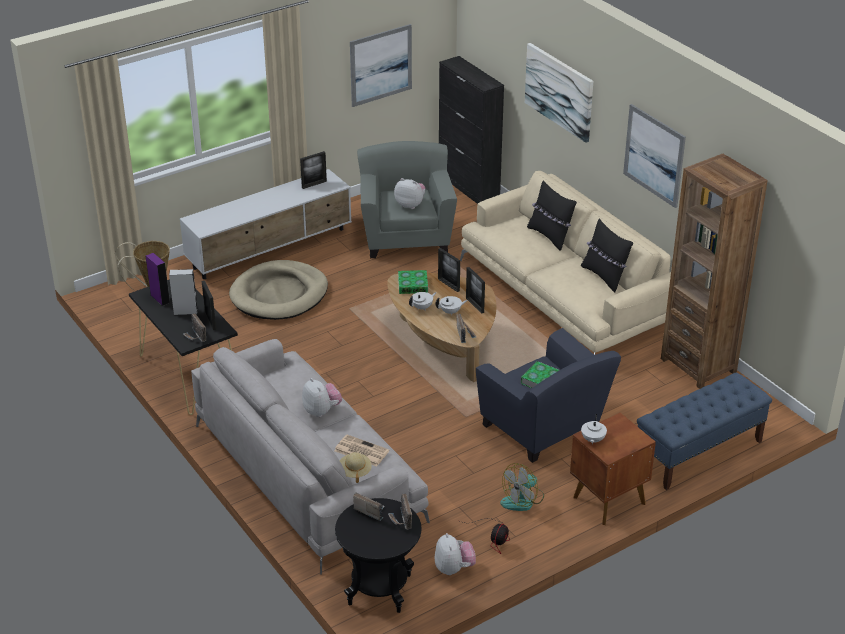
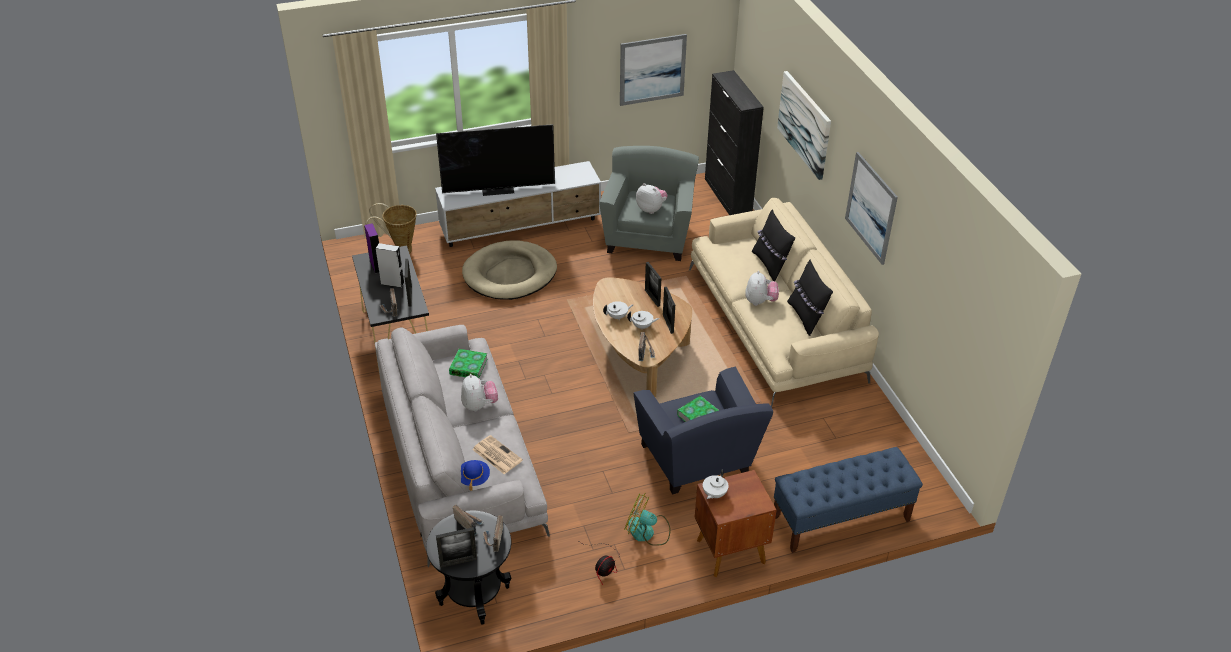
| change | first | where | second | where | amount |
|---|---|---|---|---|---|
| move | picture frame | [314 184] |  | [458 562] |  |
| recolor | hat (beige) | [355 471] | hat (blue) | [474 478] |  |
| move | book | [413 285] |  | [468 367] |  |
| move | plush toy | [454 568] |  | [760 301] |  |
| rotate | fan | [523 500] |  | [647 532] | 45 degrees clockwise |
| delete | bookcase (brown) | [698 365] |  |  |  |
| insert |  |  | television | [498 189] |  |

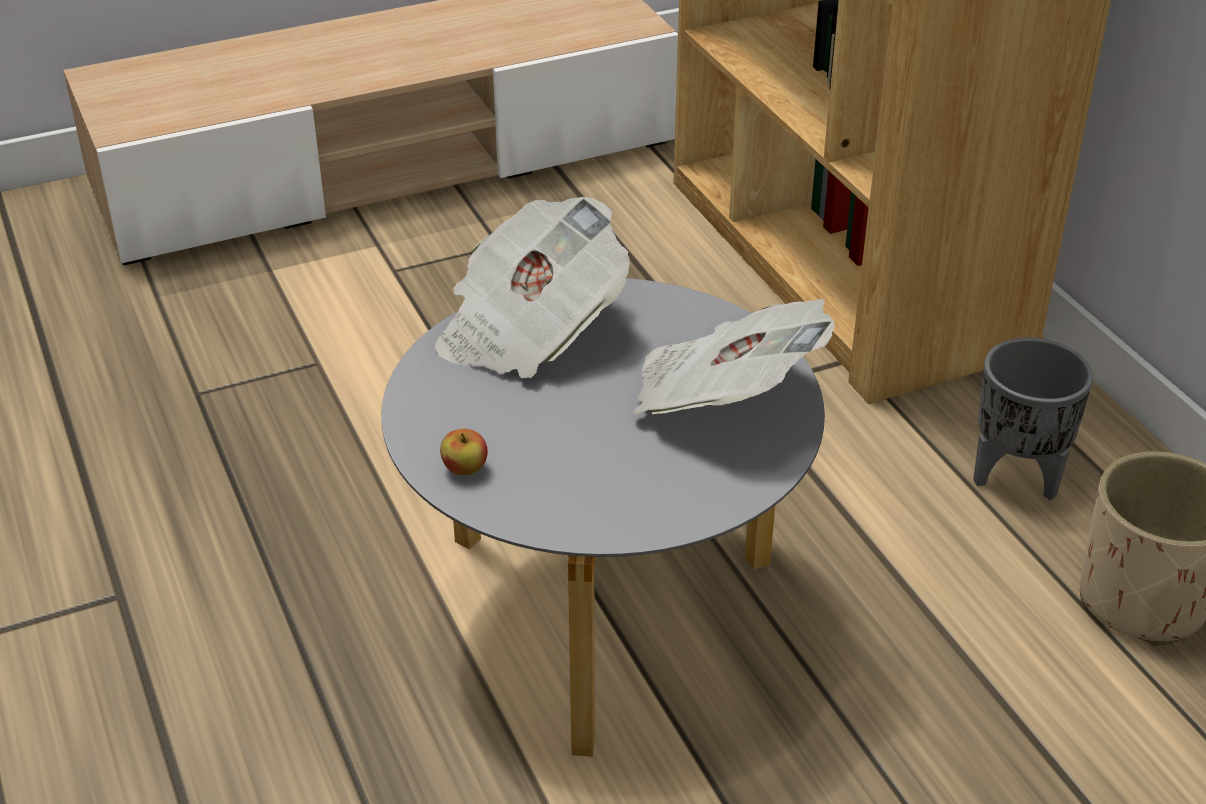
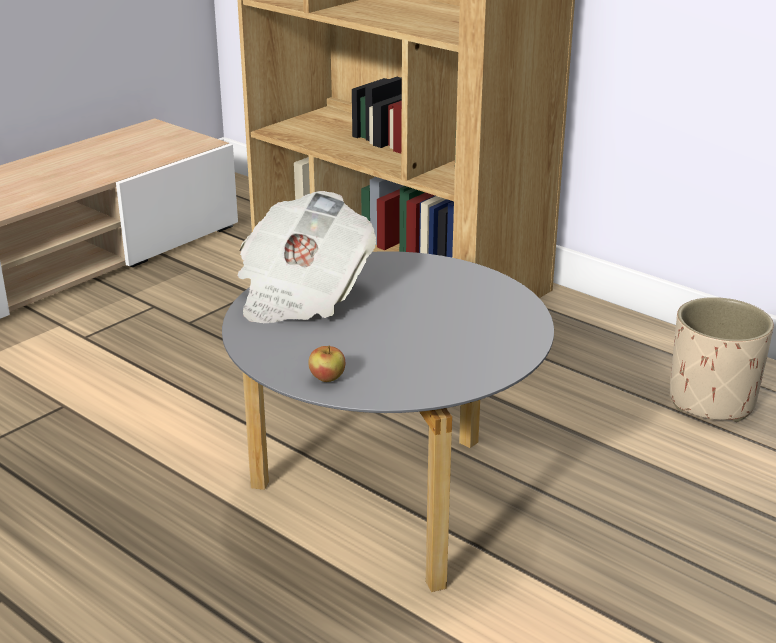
| change | first | where | second | where | amount |
|---|---|---|---|---|---|
| delete | newspaper | [723 399] |  |  |  |
| delete | planter (grey) | [1017 477] |  |  |  |

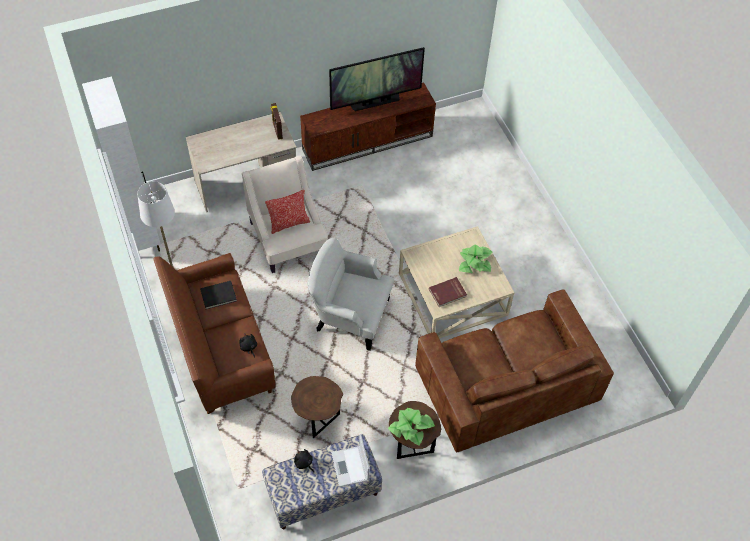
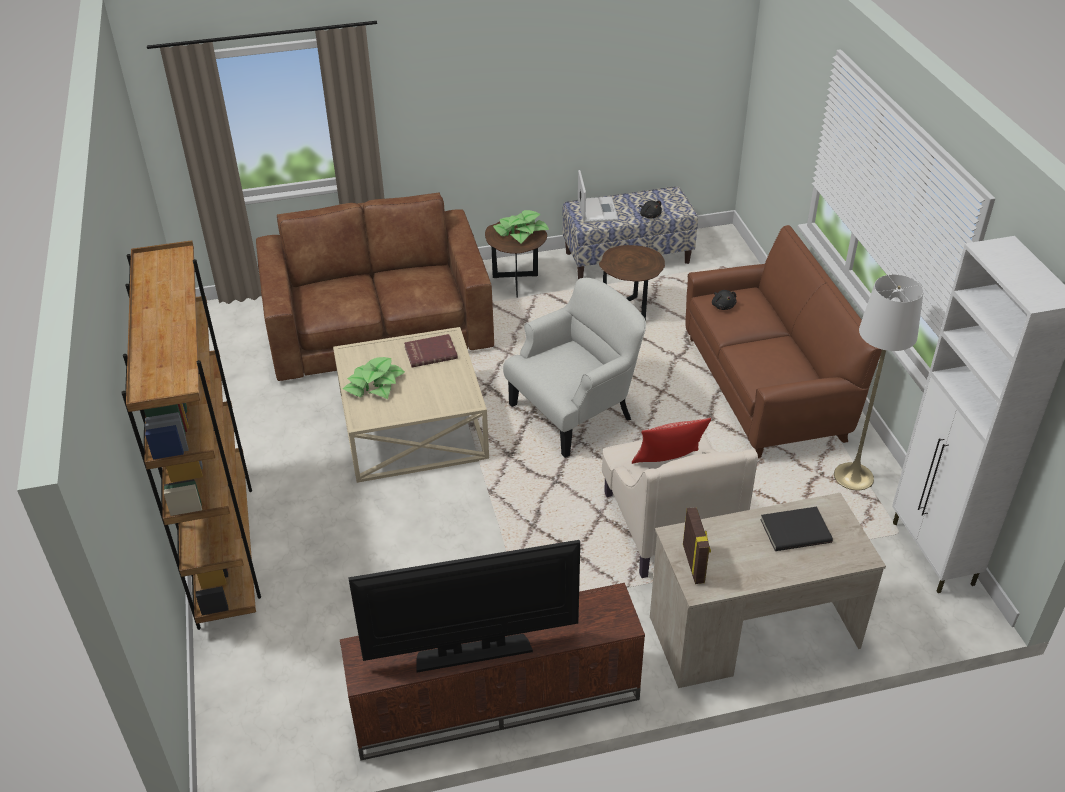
| change | first | where | second | where | amount |
|---|---|---|---|---|---|
| move | book (black) | [218 296] |  | [795 530] |  |
| rotate | armchair (white) | [350 315] |  | [575 412] | 60 degrees counterclockwise |
| insert |  |  | bookcase (brown) | [225 546] |  |

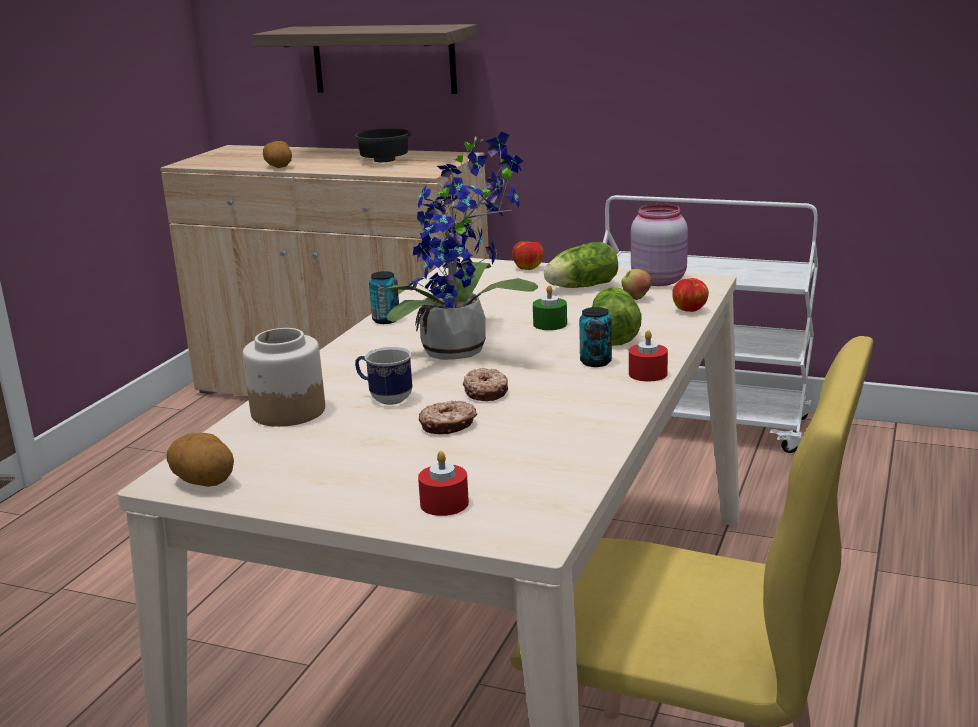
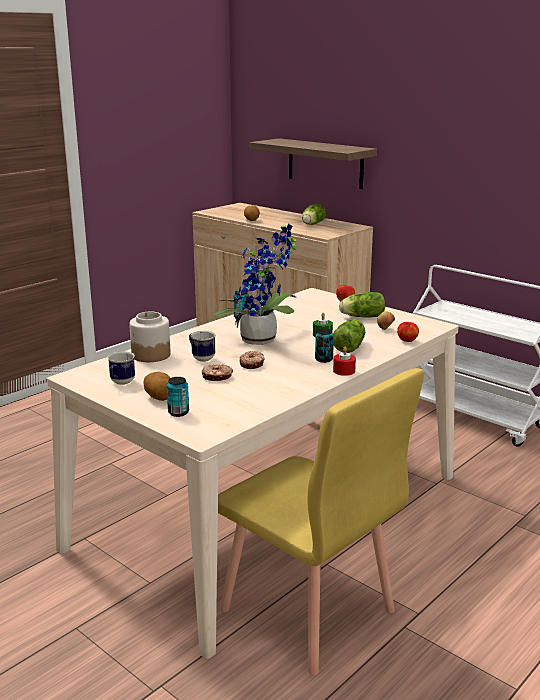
| change | first | where | second | where | amount |
|---|---|---|---|---|---|
| move | potato | [204 482] |  | [159 398] |  |
| replace | bowl (black) | [385 161] | lettuce | [312 224] |  |
| replace | candle (red) | [444 503] | can | [178 412] |  |
| delete | jar (pink) | [658 280] |  |  |  |
| insert |  |  | mug | [121 383] |  |

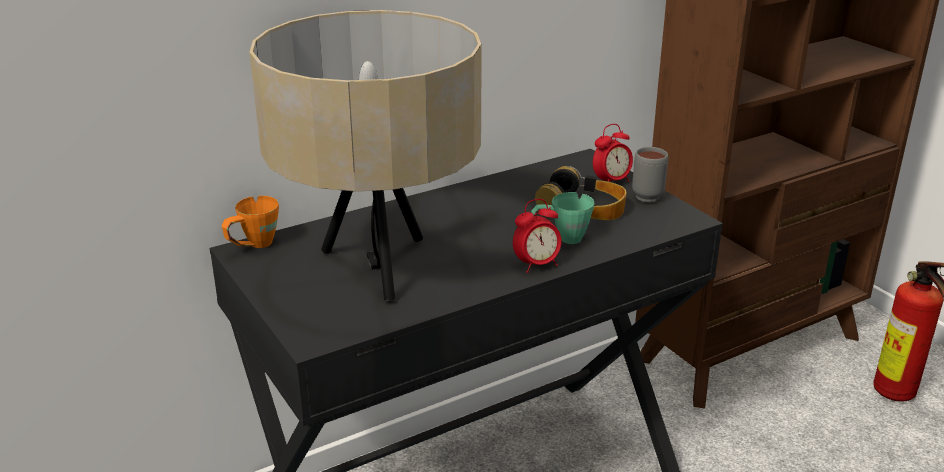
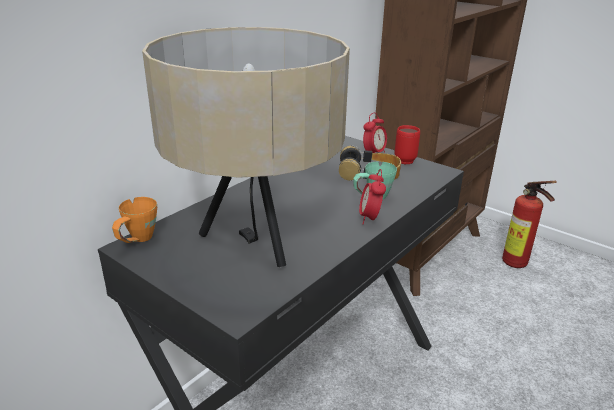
| change | first | where | second | where | amount |
|---|---|---|---|---|---|
| rotate | alarm clock | [537 265] |  | [370 218] | 135 degrees clockwise |
| recolor | mug (grey) | [649 195] | mug (red) | [404 159] |  |

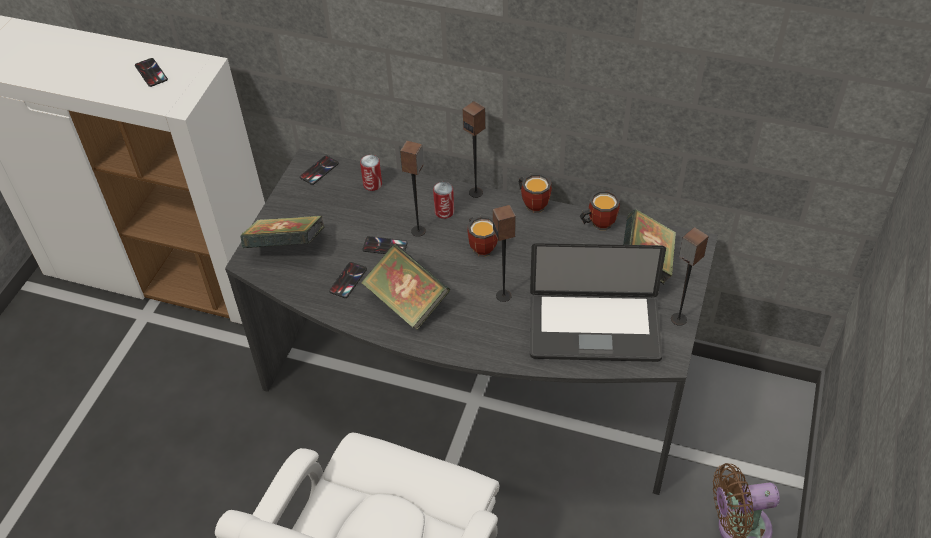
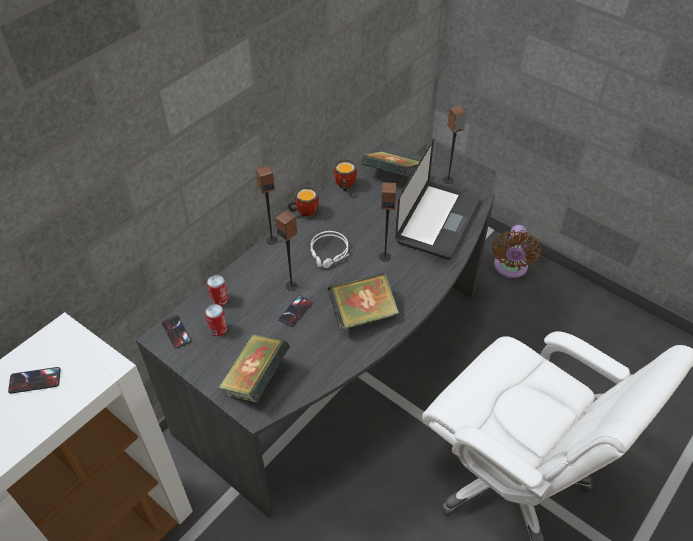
| change | first | where | second | where | amount |
|---|---|---|---|---|---|
| delete | phone | [348 280] |  |  |  |
| move | can | [444 212] |  | [218 329] |  |
| replace | mug | [482 246] | headphones (grey) | [329 253] |  |

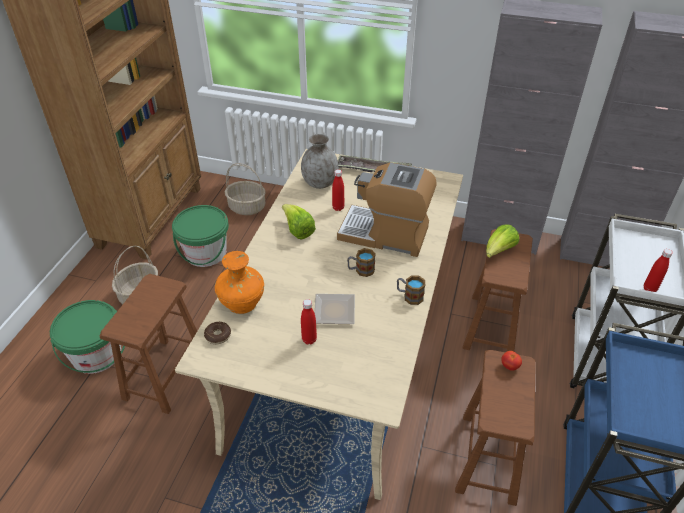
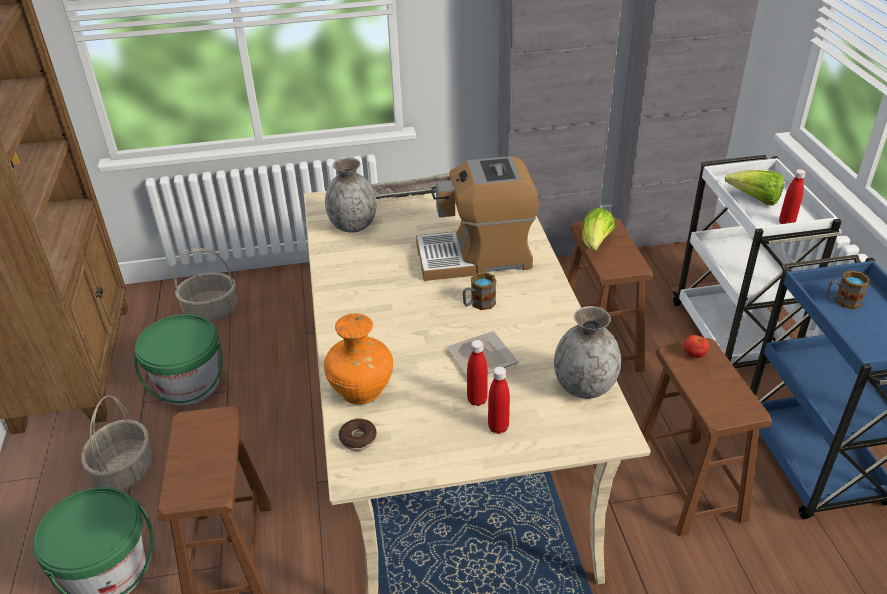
| change | first | where | second | where | amount |
|---|---|---|---|---|---|
| move | lettuce | [298 230] |  | [755 199] |  |
| move | bottle (red) | [338 208] |  | [498 427] |  |
| move | mug | [409 296] |  | [842 301] |  |
| insert |  |  | vase (grey) | [584 386] |  |

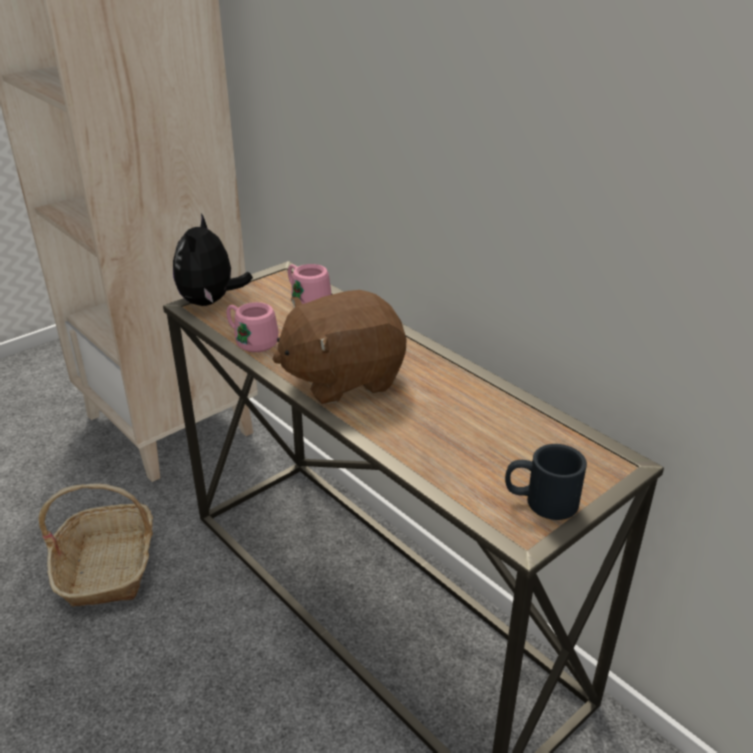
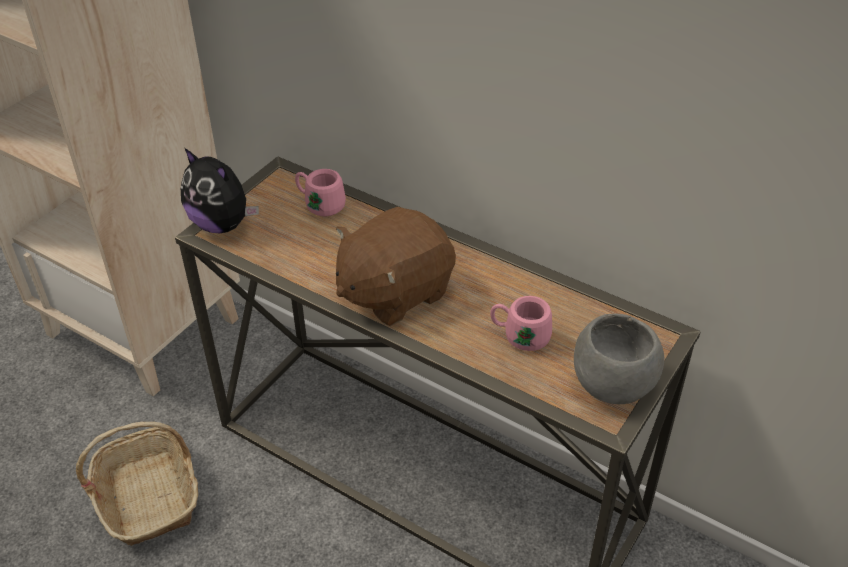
| change | first | where | second | where | amount |
|---|---|---|---|---|---|
| rotate | plush toy | [210 302] |  | [222 224] | 45 degrees counterclockwise |
| move | mug (pink) | [251 342] |  | [519 336] |  |
| replace | mug (black) | [540 501] | bowl (grey) | [612 386] |  |

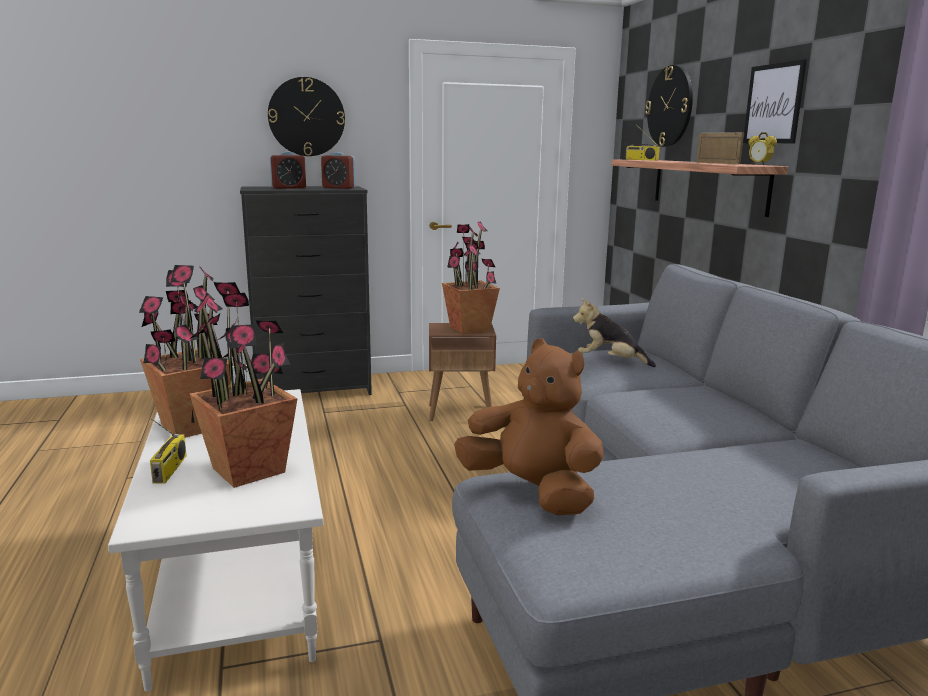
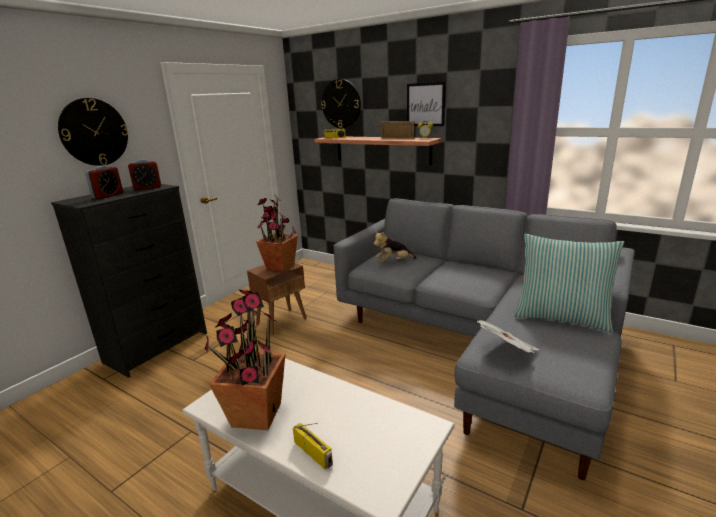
| change | first | where | second | where | amount |
|---|---|---|---|---|---|
| delete | potted plant | [249 470] |  |  |  |
| replace | plush toy (brown) | [532 492] | newspaper | [507 351] |  |
| insert |  |  | pillow | [561 317] |  |

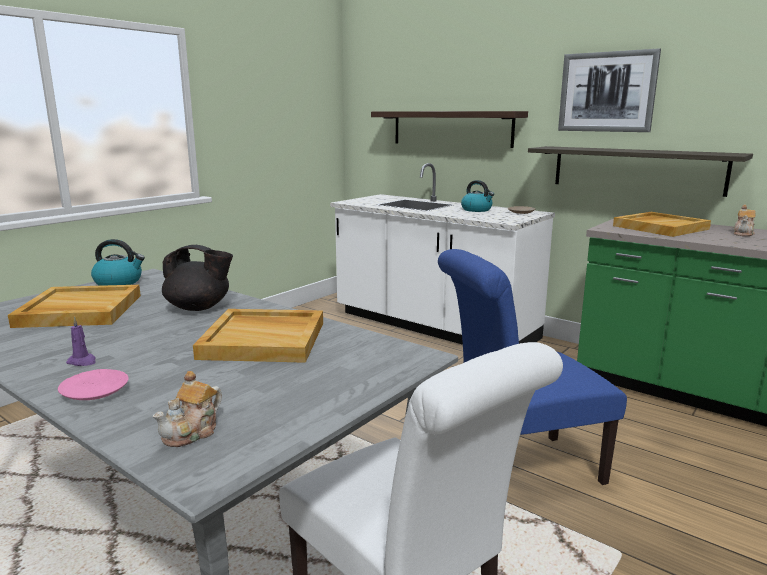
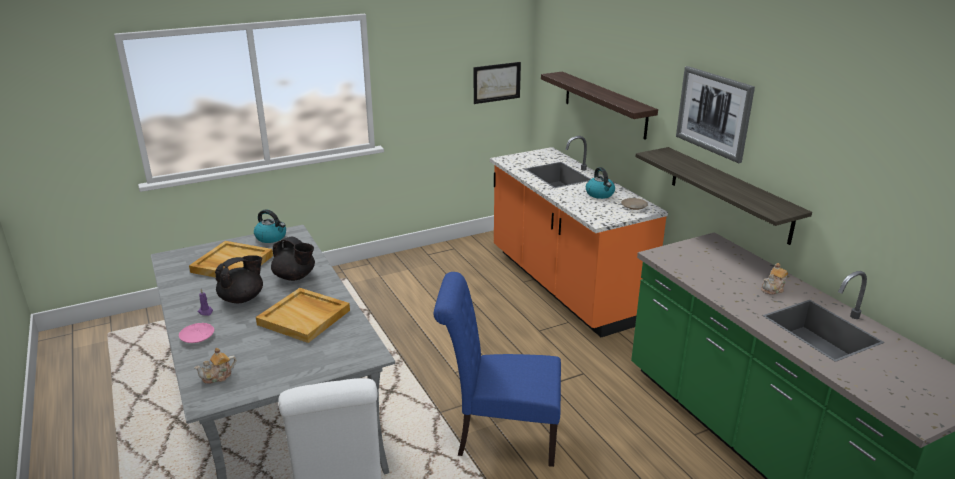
| change | first | where | second | where | amount |
|---|---|---|---|---|---|
| recolor | counter (white) | [433 326] | counter (orange) | [564 285] |  |
| delete | tray (beige) | [660 227] |  |  |  |
| insert |  |  | teapot (black) | [242 298] |  |
| insert |  |  | picture | [496 82] |  |

